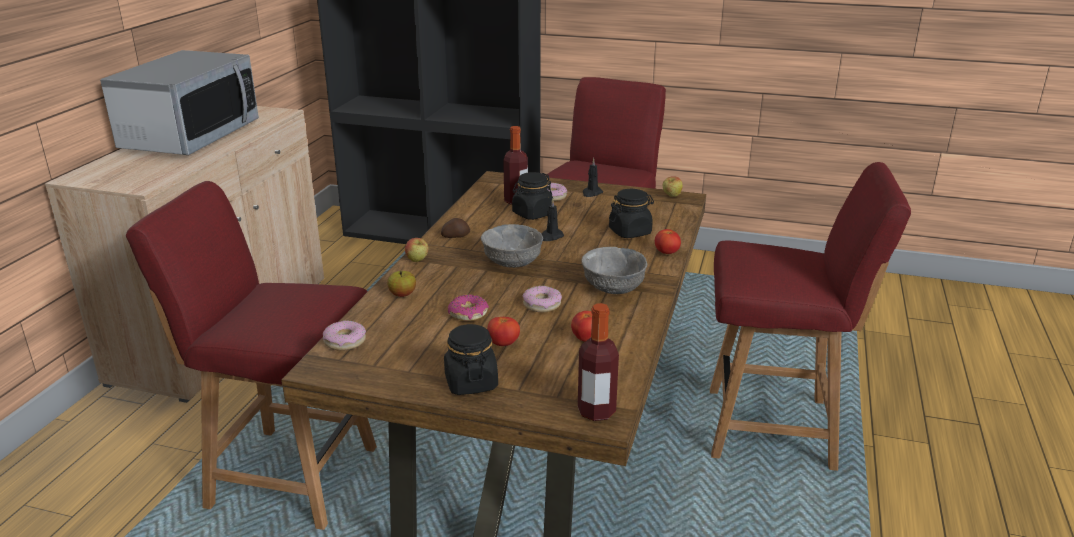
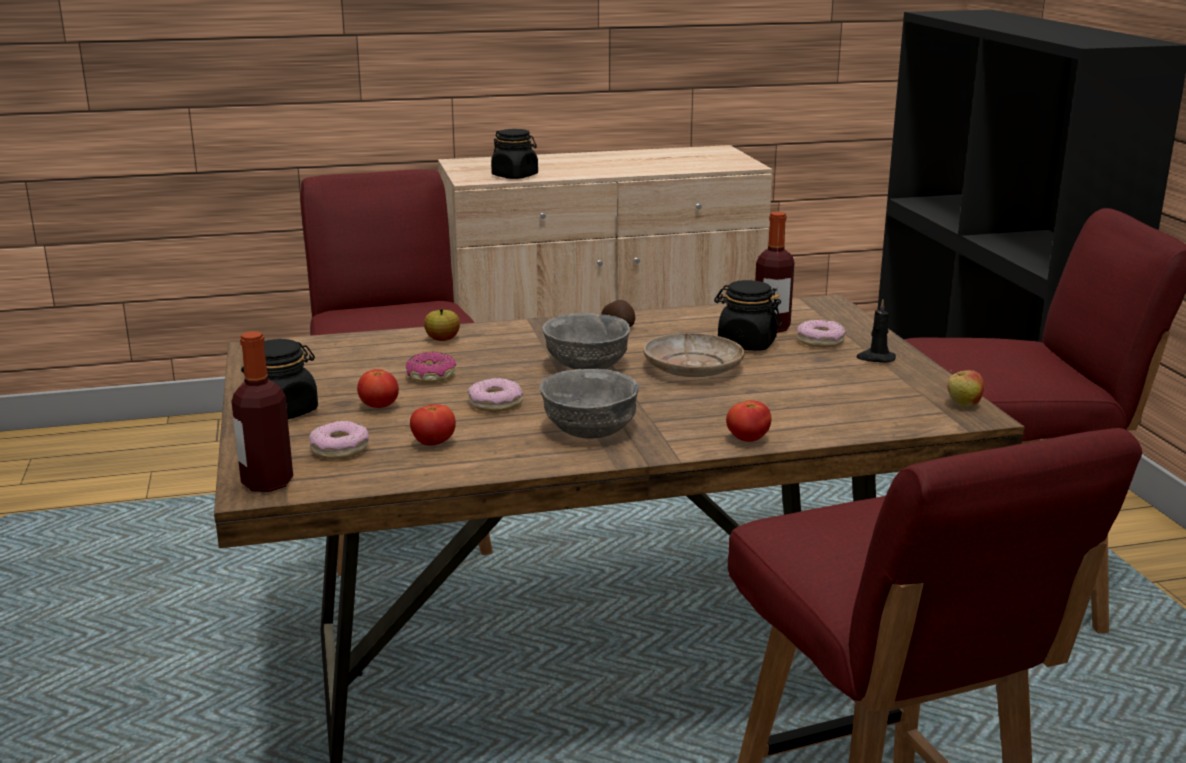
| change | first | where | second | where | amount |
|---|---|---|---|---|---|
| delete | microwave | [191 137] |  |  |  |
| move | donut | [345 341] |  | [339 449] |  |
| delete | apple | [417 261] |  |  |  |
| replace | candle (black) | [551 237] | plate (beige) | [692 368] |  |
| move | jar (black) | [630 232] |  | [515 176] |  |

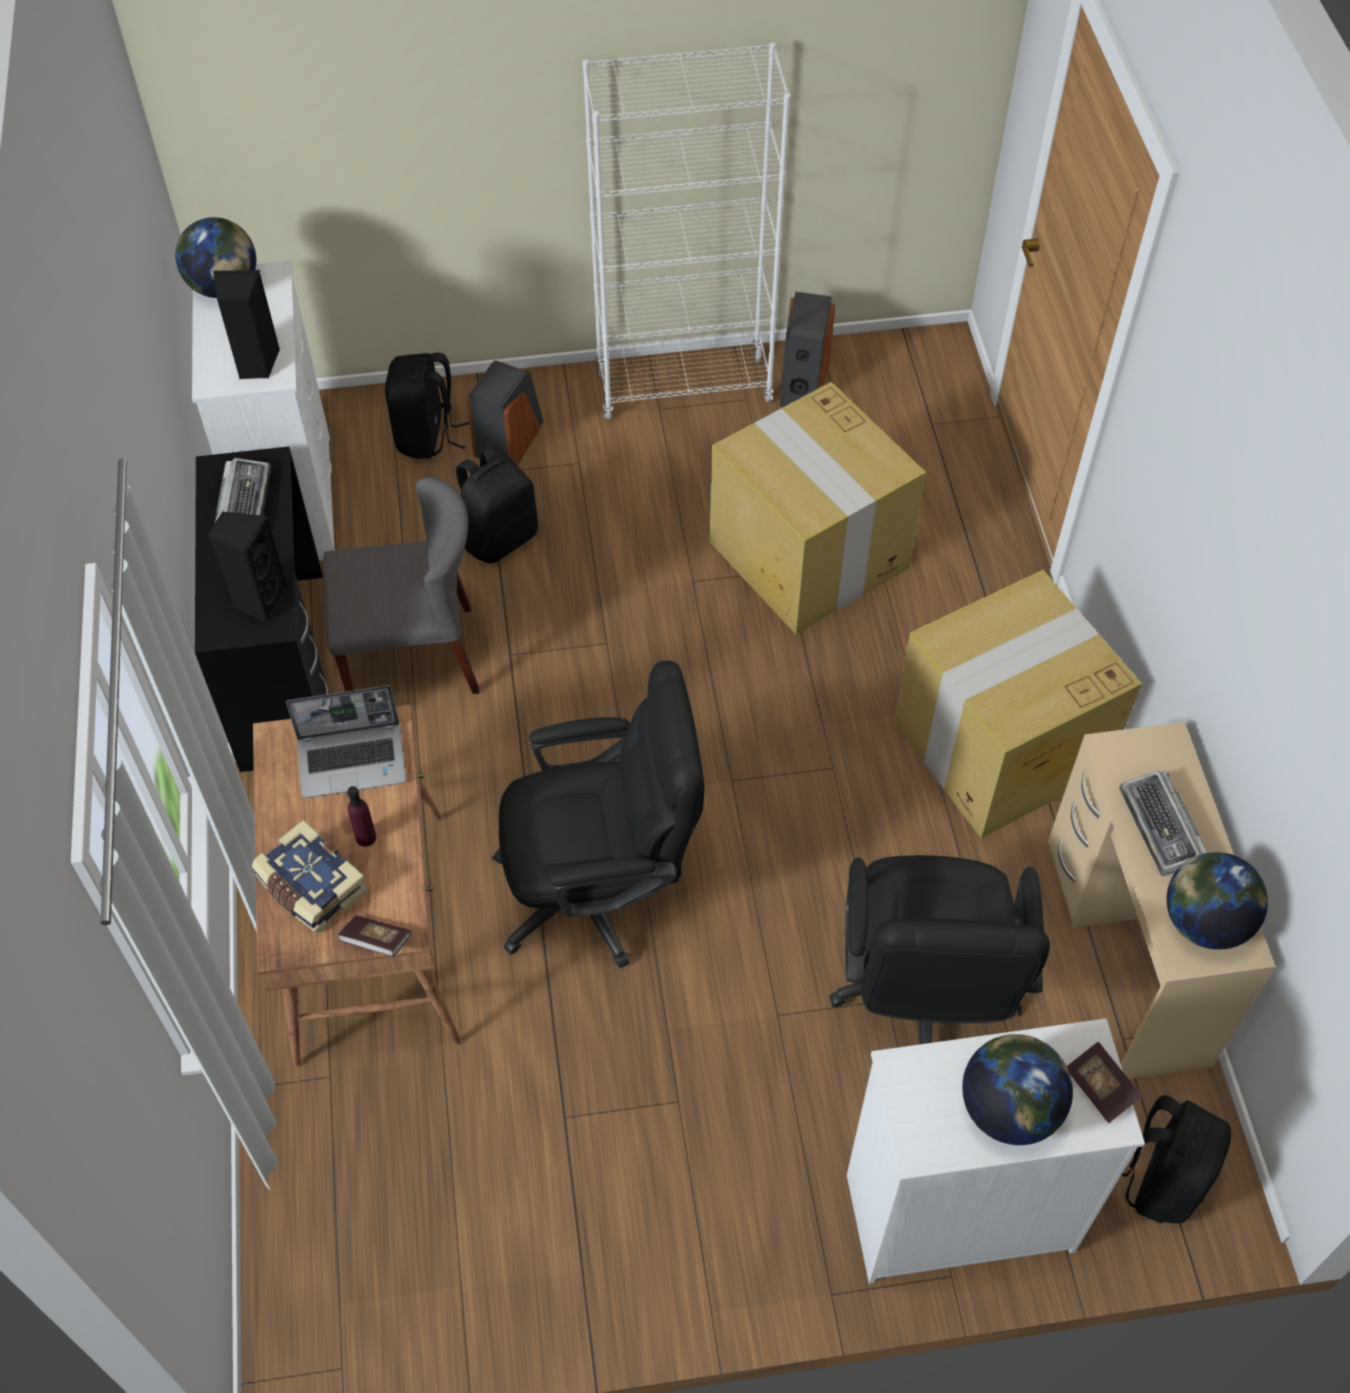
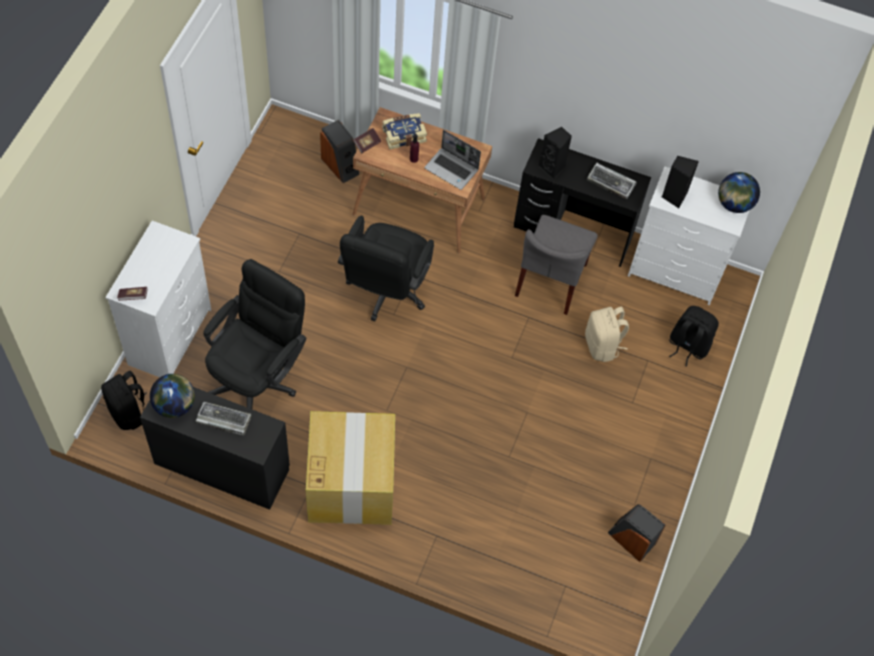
| change | first | where | second | where | amount |
|---|---|---|---|---|---|
| rotate | laptop | [353 760] |  | [452 169] | 75 degrees counterclockwise |
| recolor | backpack (black) | [499 537] | backpack (beige) | [602 345] |  |
| move | speaker | [510 440] |  | [340 165] |  |
| delete | bookcase (white) | [684 387] |  |  |  |
| delete | cardboard box | [810 556] |  |  |  |
| rotate | office chair (black) | [921 1000] |  | [258 376] | 90 degrees clockwise |
| delete | globe | [1009 1108] |  |  |  |
| recolor | desk (beige) | [1127 954] | desk (black) | [221 466] |  |

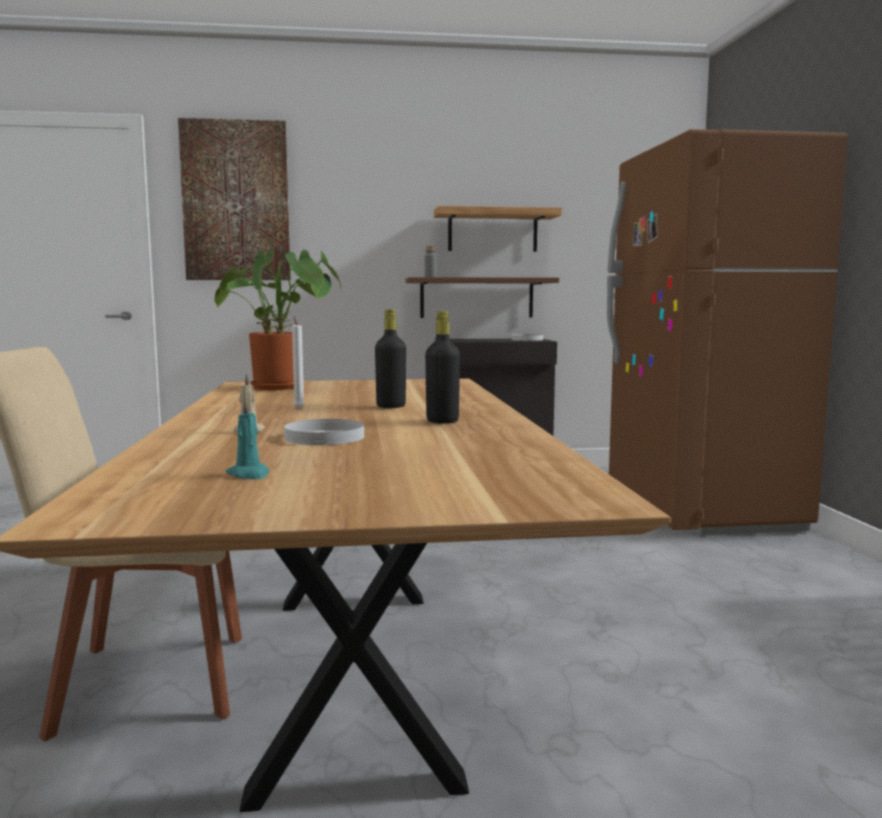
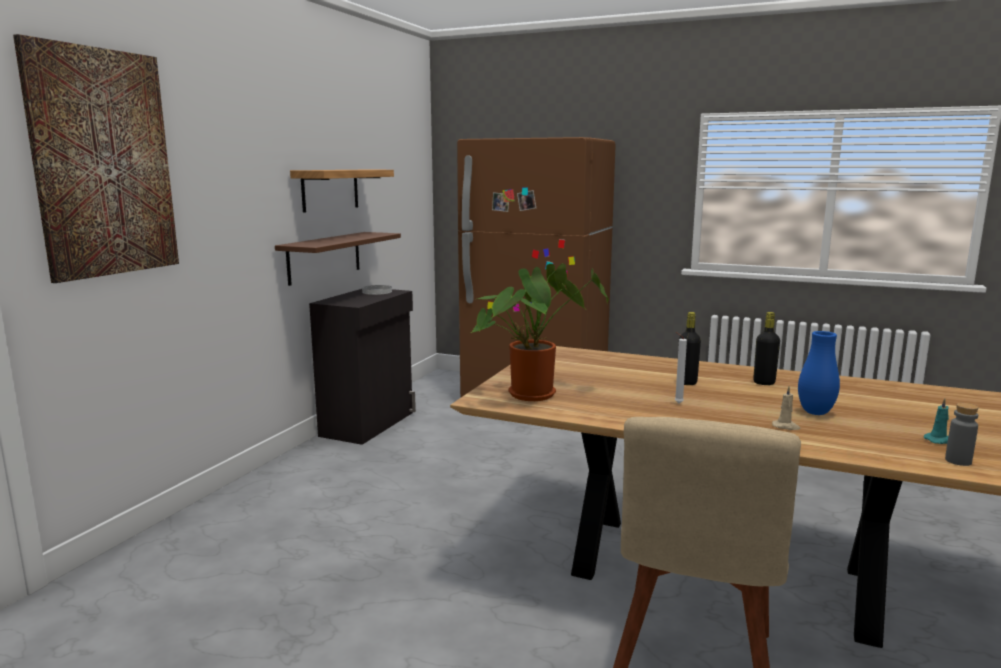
| change | first | where | second | where | amount |
|---|---|---|---|---|---|
| replace | plate (white) | [325 437] | vase (blue) | [815 412] |  |
| move | bottle (grey) | [430 277] |  | [958 461] |  |

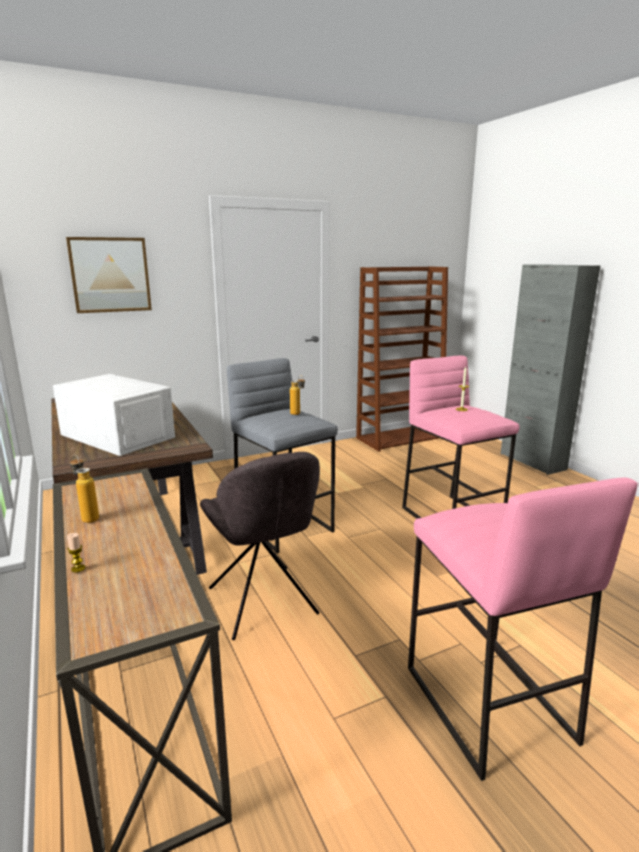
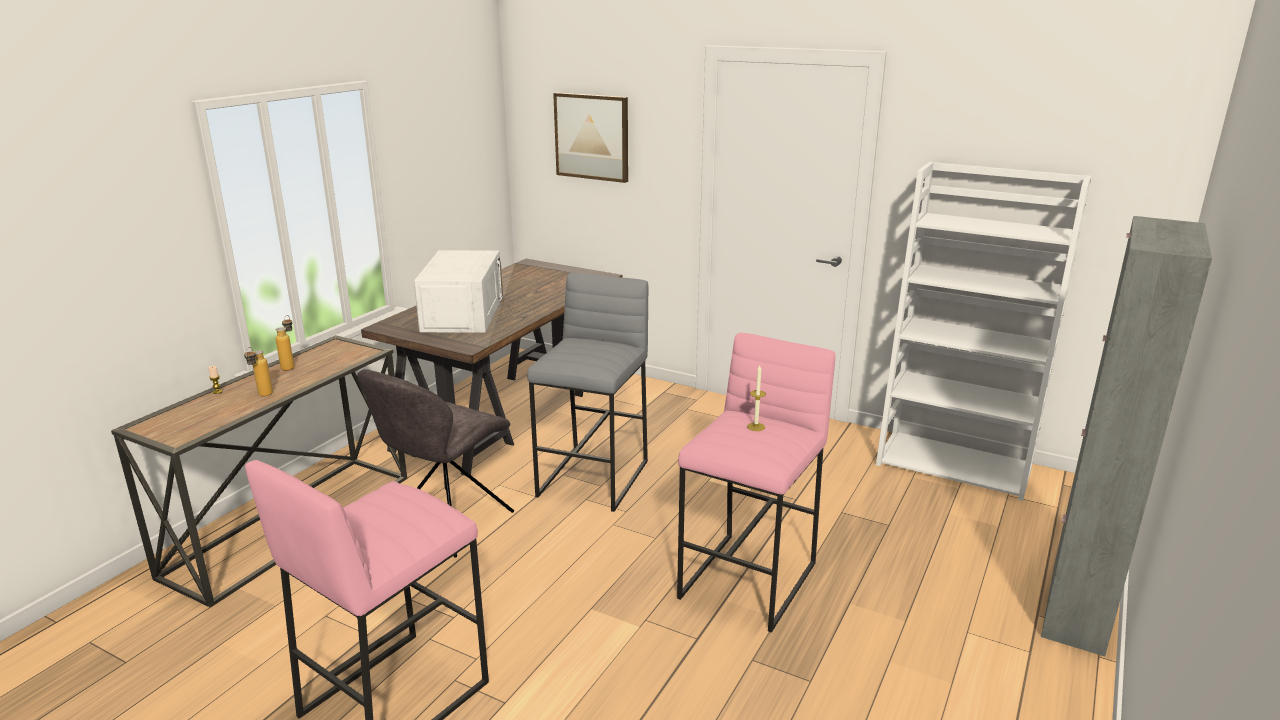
| change | first | where | second | where | amount |
|---|---|---|---|---|---|
| move | bottle | [298 414] |  | [262 396] |  |
| recolor | bookcase (brown) | [400 438] | bookcase (white) | [955 465] |  |

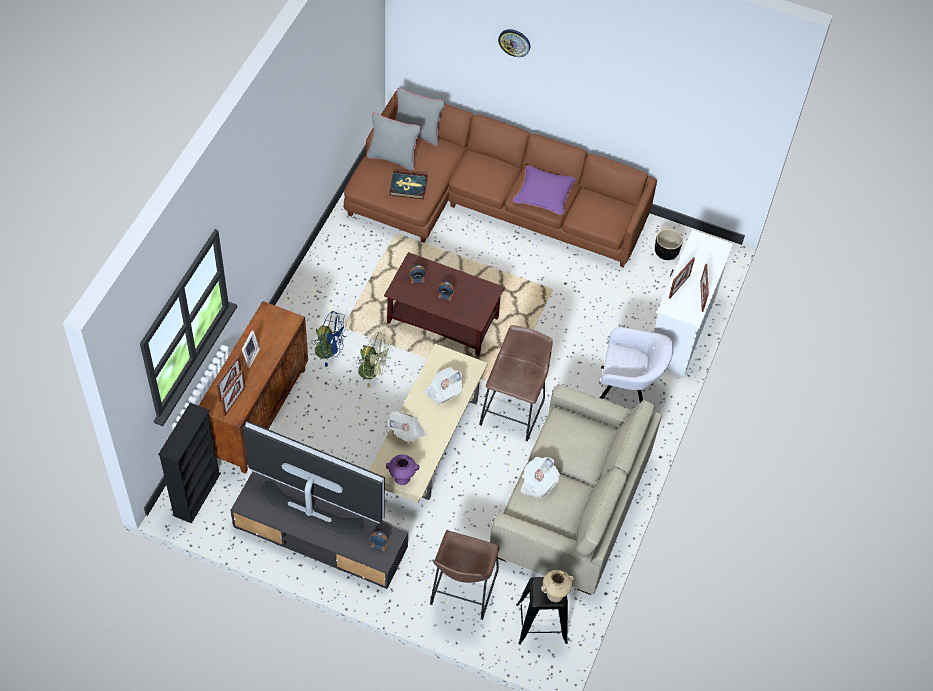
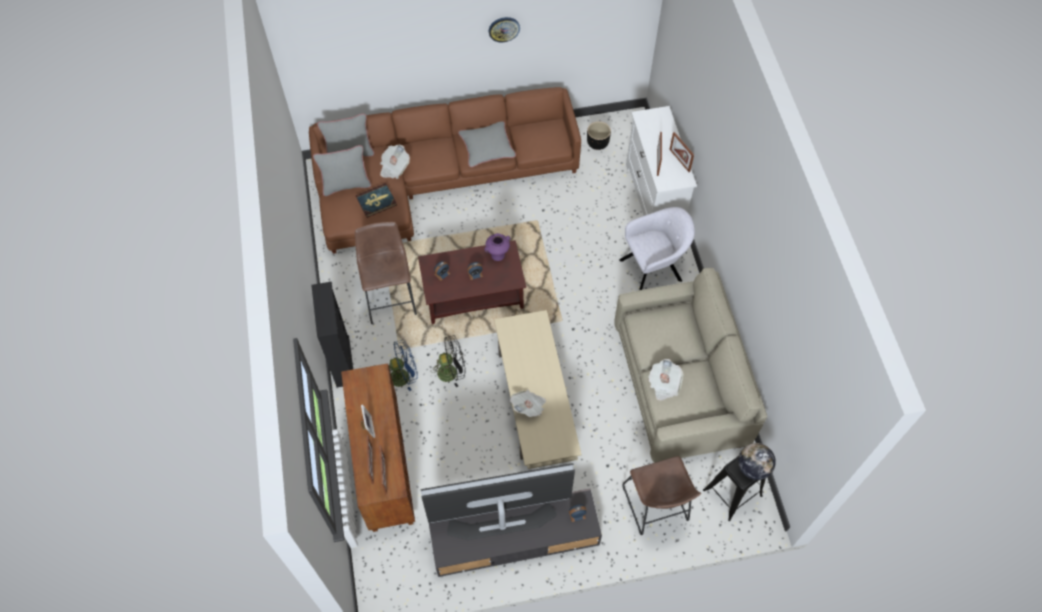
| change | first | where | second | where | amount |
|---|---|---|---|---|---|
| move | bookcase (black) | [196 494] |  | [342 361] |  |
| recolor | fan (green) | [373 372] | fan (black) | [451 371] |  |
| move | vase (purple) | [401 478] |  | [497 255] |  |
| move | newspaper | [443 391] |  | [394 167] |  |
| move | stool (brown) | [514 409] |  | [390 296] |  |
| move | wall clock | [514 42] |  | [504 29] |  |
| recolor | pillow (purple) | [544 194] | pillow (grey) | [487 147] |  |
| replace | vase (beige) | [555 594] | globe | [752 467] |  |

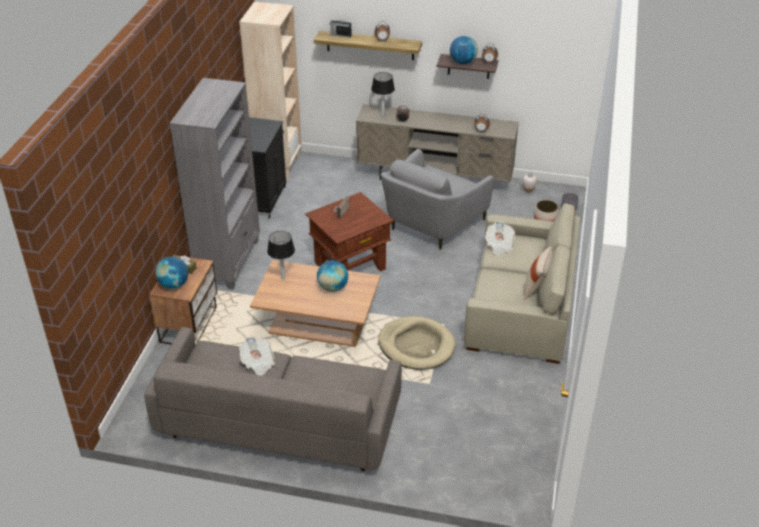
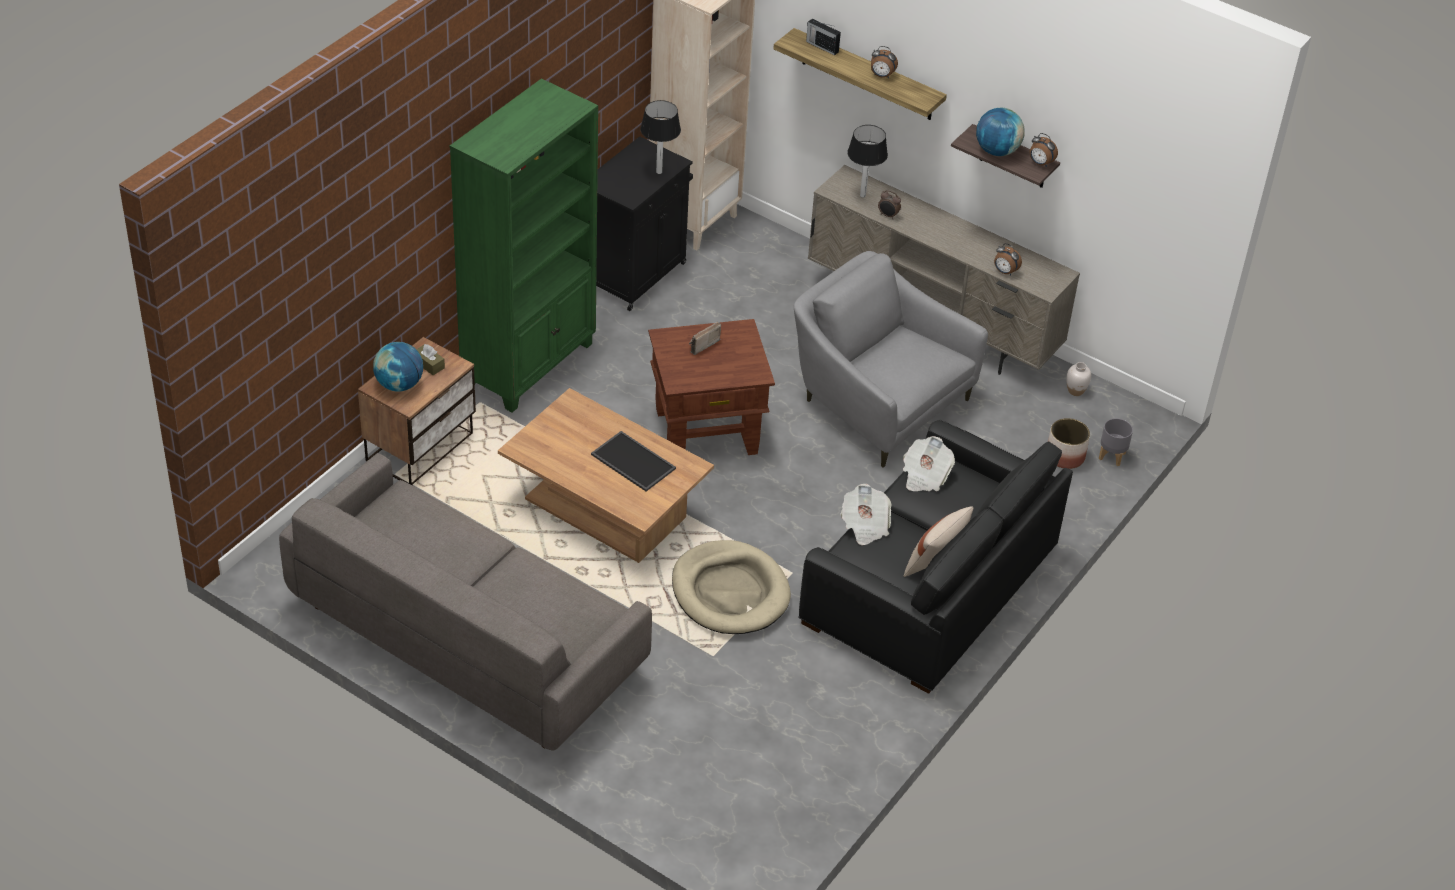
| change | first | where | second | where | amount |
|---|---|---|---|---|---|
| recolor | bookcase (grey) | [229 261] | bookcase (green) | [530 364] |  |
| move | newspaper | [258 363] |  | [865 525] |  |
| move | table lamp | [283 278] |  | [658 172] |  |
| replace | globe | [332 287] | tray | [631 462] |  |
| rotate | armchair (grey) | [432 224] |  | [877 401] | 75 degrees clockwise |
| recolor | sofa (beige) | [521 307] | sofa (black) | [930 586] |  |

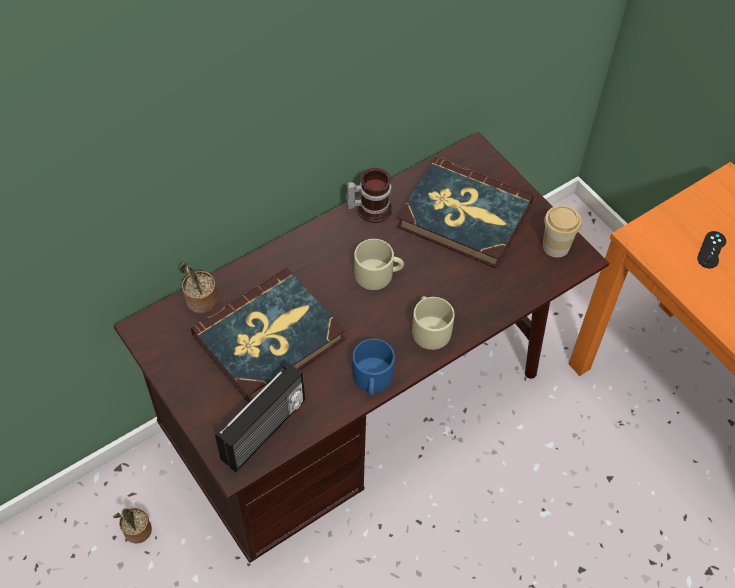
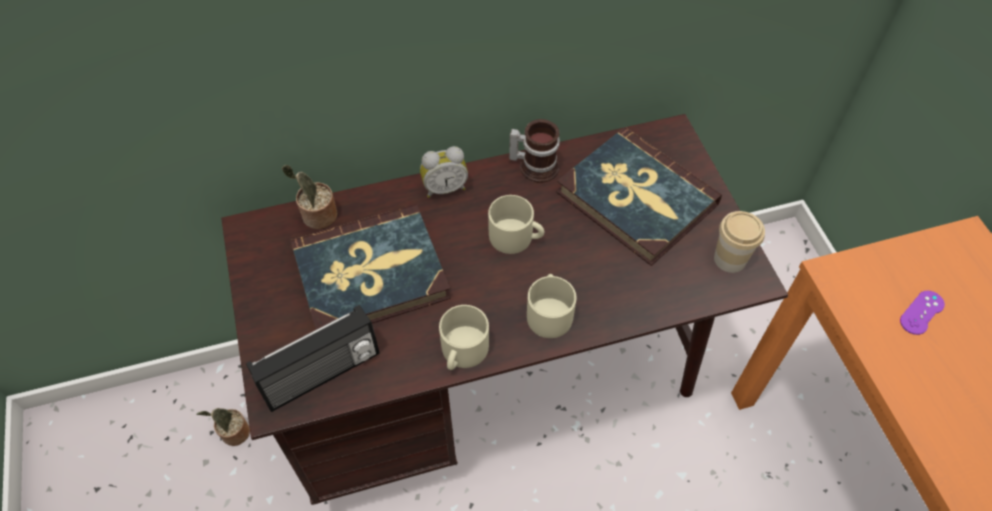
| change | first | where | second | where | amount |
|---|---|---|---|---|---|
| recolor | mug (blue) | [372 380] | mug (beige) | [462 352] |  |
| recolor | game controller (black) | [711 250] | game controller (purple) | [922 312] |  |
| insert |  |  | alarm clock | [444 188] |  |

